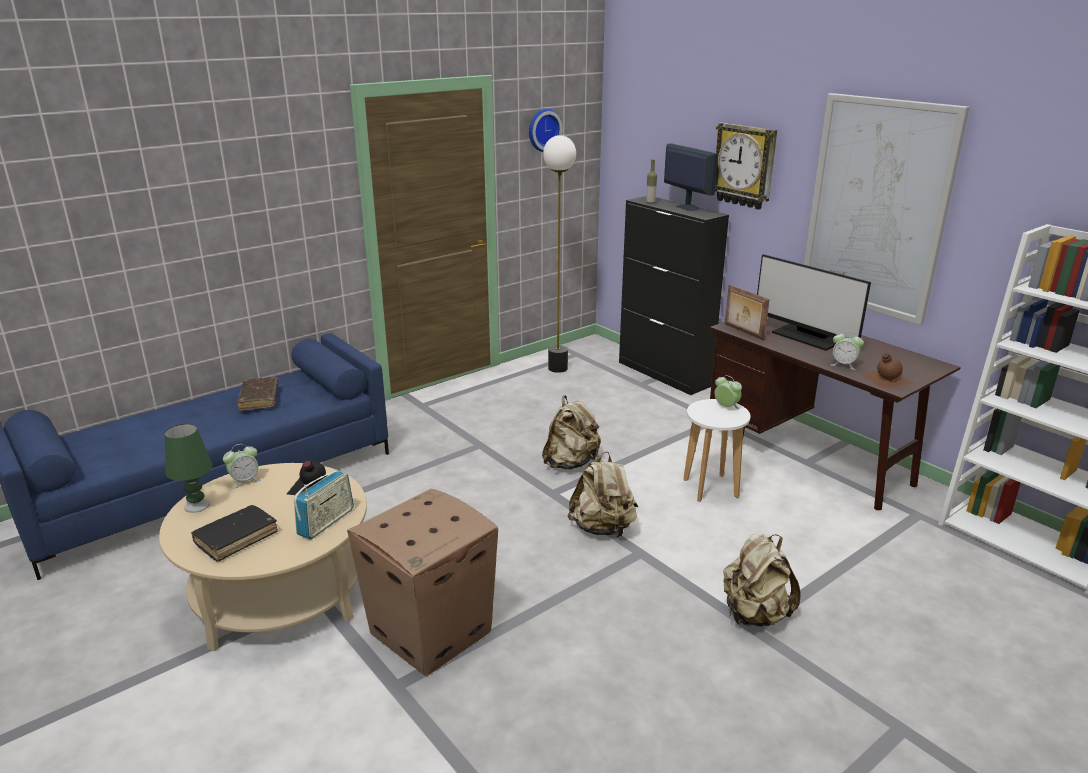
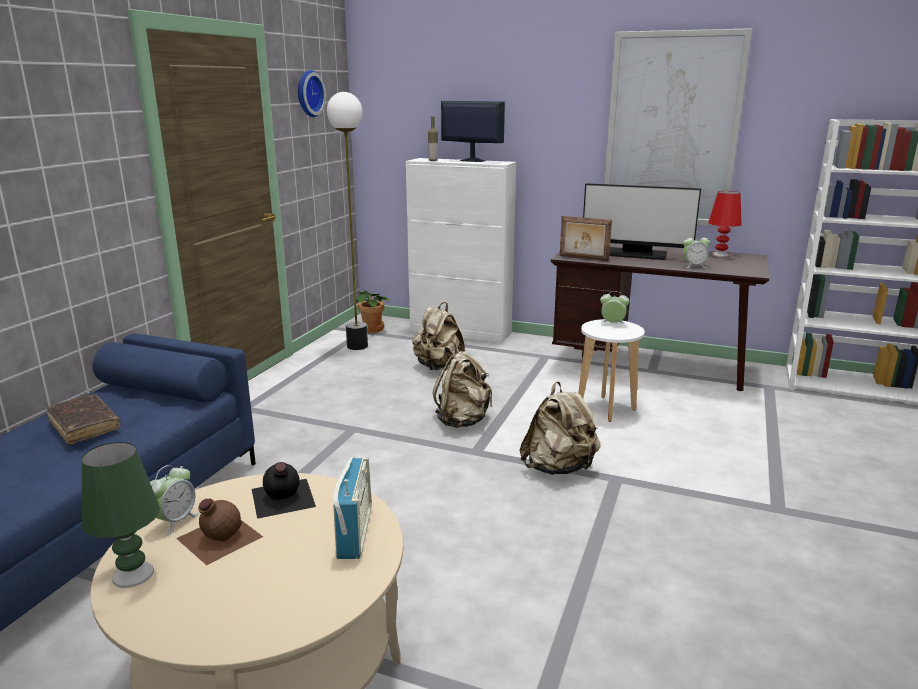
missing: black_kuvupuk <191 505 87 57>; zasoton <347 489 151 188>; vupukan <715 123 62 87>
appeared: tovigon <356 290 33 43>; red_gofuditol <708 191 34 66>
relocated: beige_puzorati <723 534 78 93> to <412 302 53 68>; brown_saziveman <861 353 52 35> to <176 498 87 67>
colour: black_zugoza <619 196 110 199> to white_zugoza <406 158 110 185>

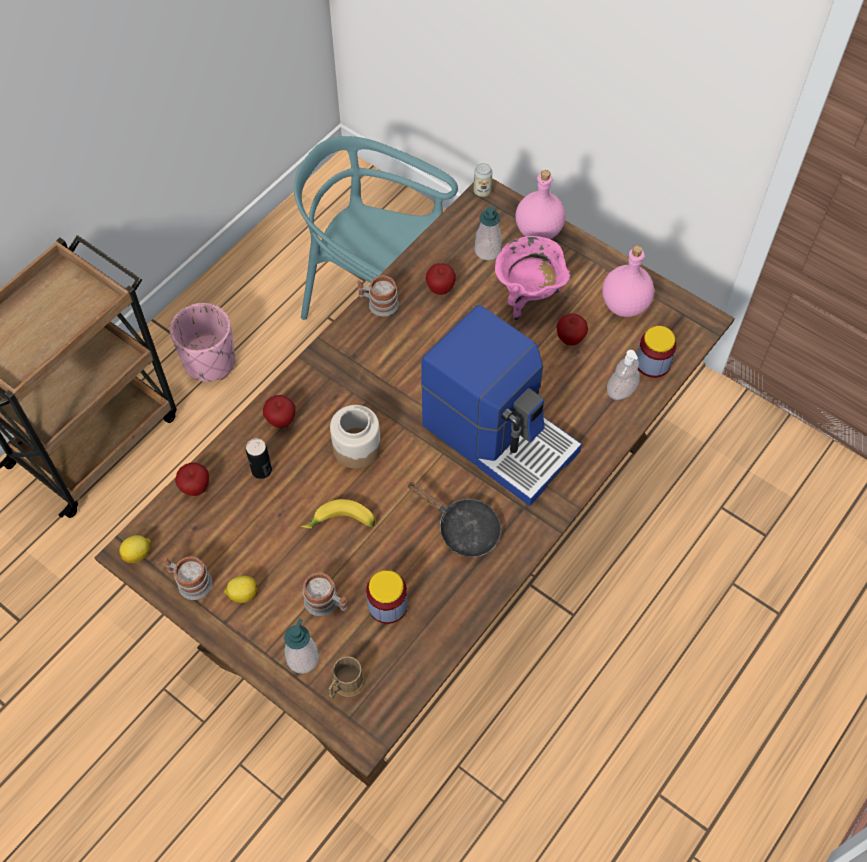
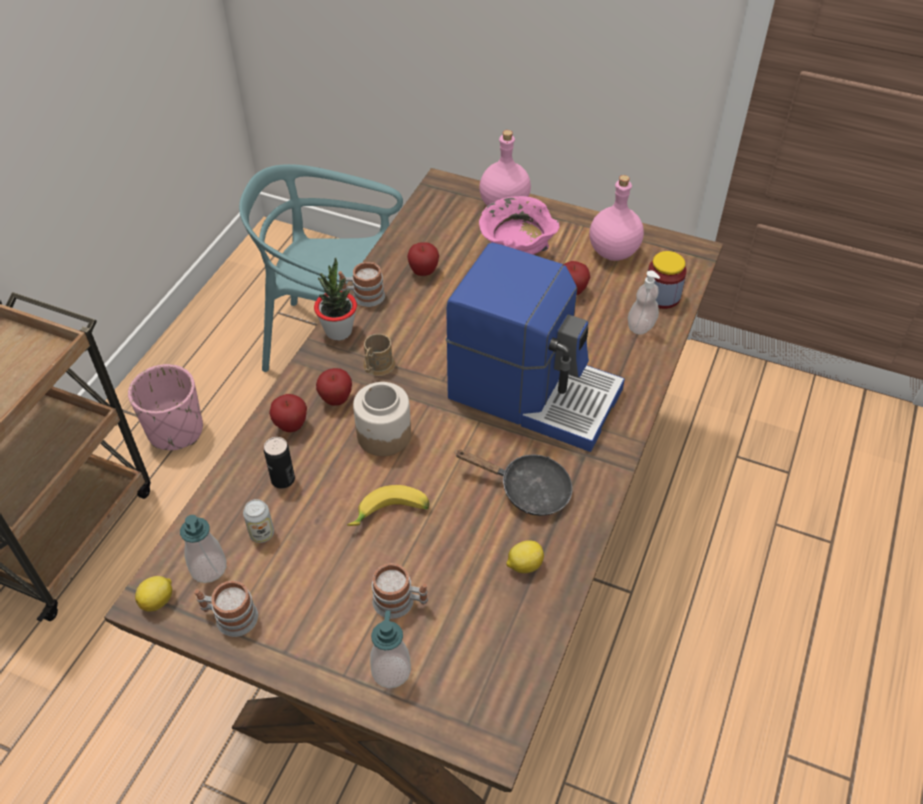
missing: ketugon <366 570 42 54>
appeared: tovigon <314 257 43 83>
relocated: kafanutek <175 462 34 34> to <316 368 36 38>; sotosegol <224 576 34 27> to <506 540 38 33>; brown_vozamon <329 656 37 43> to <363 334 33 42>; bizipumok <474 163 18 34> to <243 499 31 44>; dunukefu <475 206 27 54> to <180 515 46 68>

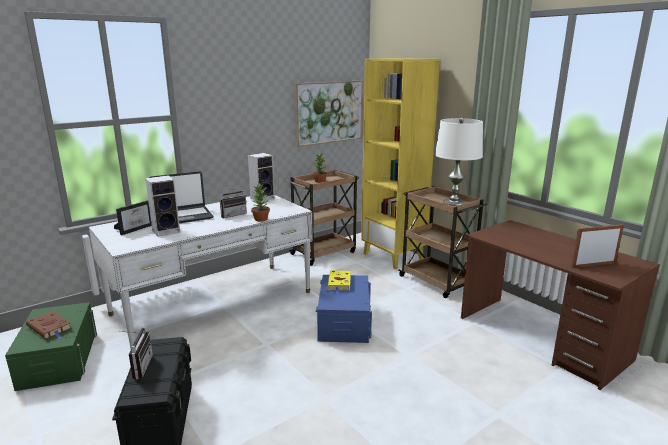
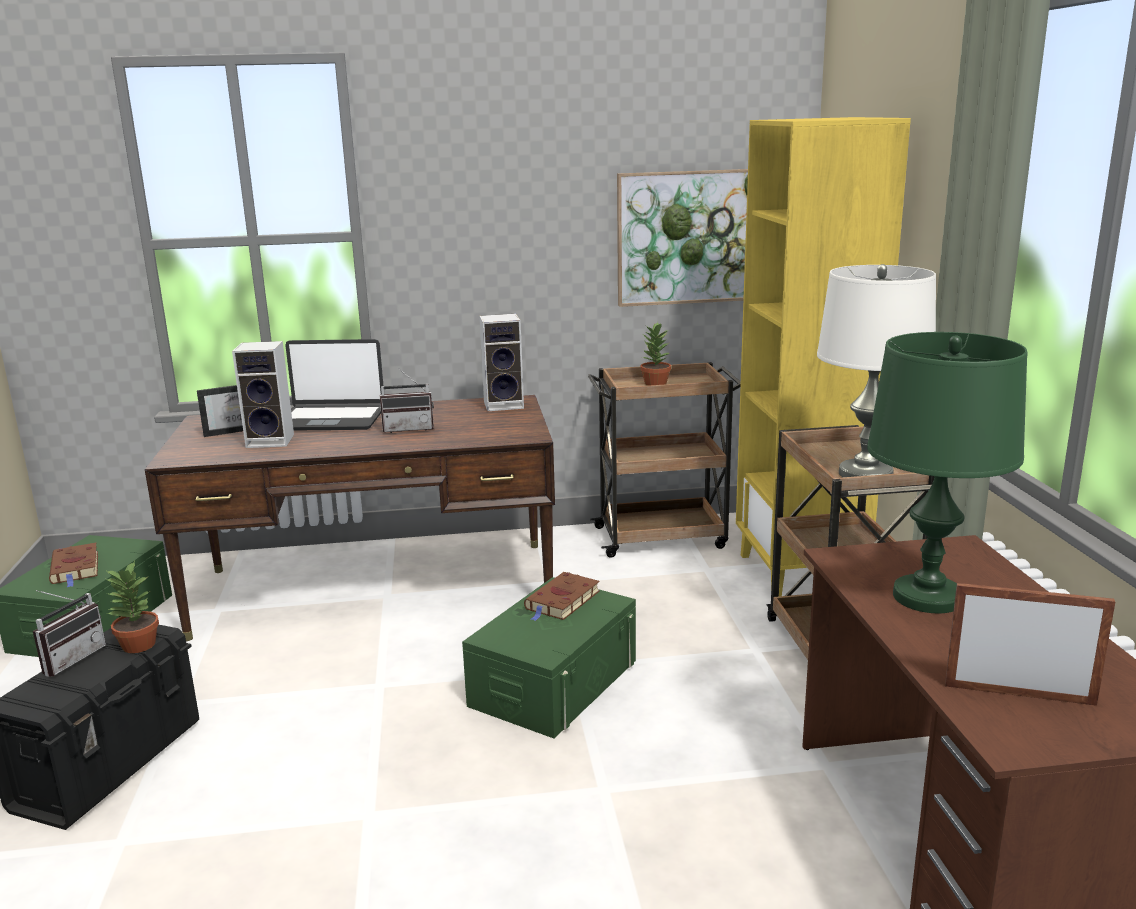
appeared: green_gofuditol <867 332 160 281>
relocated: tovigon <251 184 19 37> to <105 561 54 92>
colour: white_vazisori <89 195 224 154> to brown_vazisori <145 395 410 246>; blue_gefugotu <316 275 56 68> to green_gefugotu <462 577 174 161>; yellow_kuvupuk <328 270 23 24> to brown_kuvupuk <524 572 76 49>

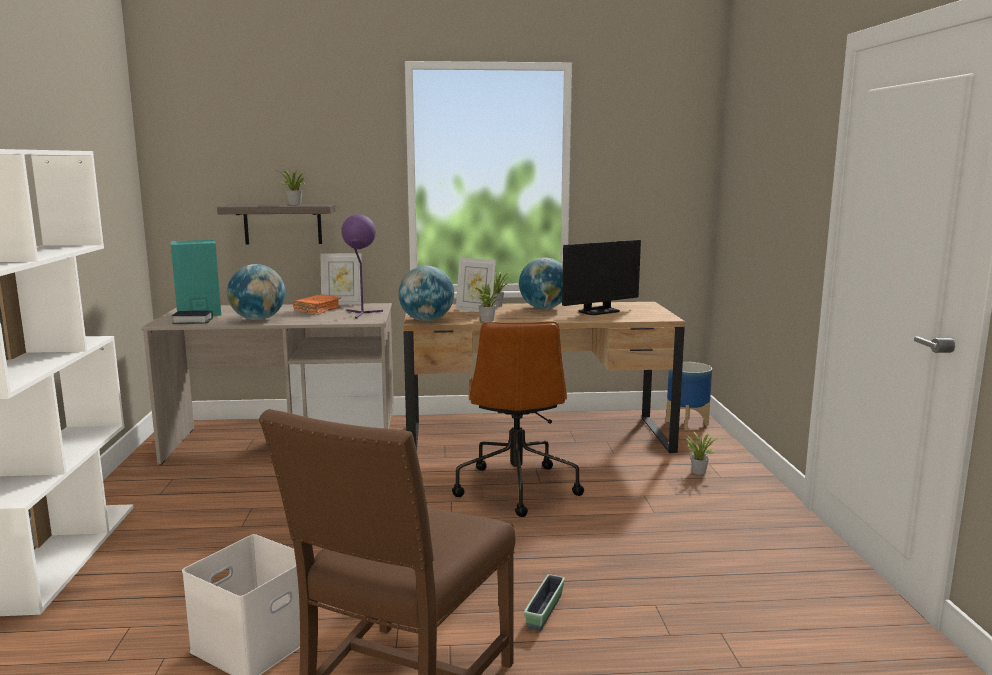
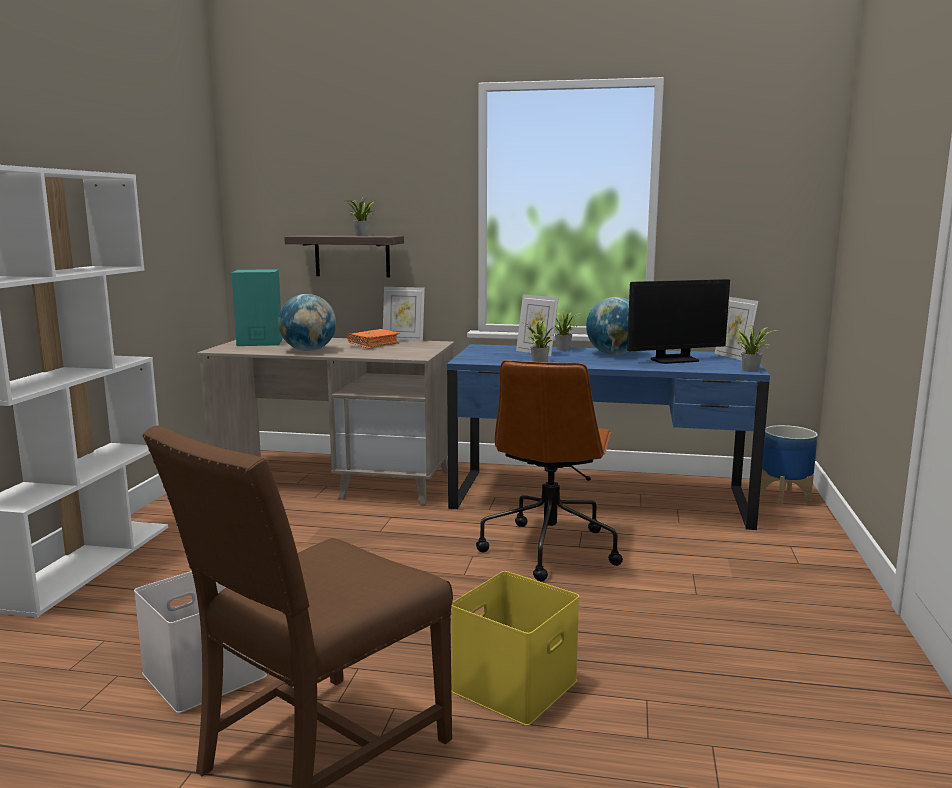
missing: kuvupuk <172 311 41 13>; purple_gofuditol <341 214 42 105>; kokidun <398 266 56 55>
appeared: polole <714 297 45 64>
relocated: tovigon <686 432 36 43> to <737 325 35 47>
exchanged: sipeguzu <524 574 41 57> to yellow_gefugotu <451 571 129 155>
colour: brown_vazisori <403 302 282 151> to blue_vazisori <447 344 323 186>

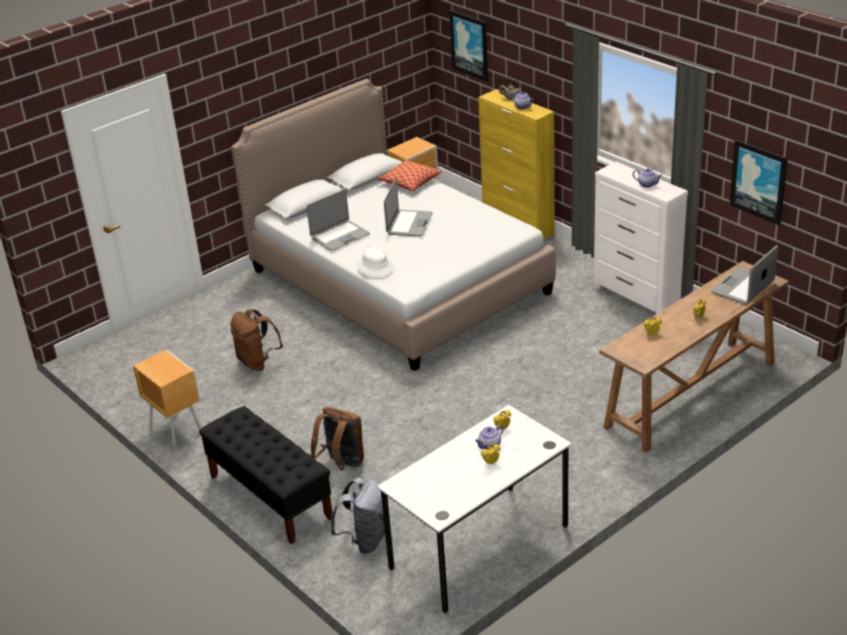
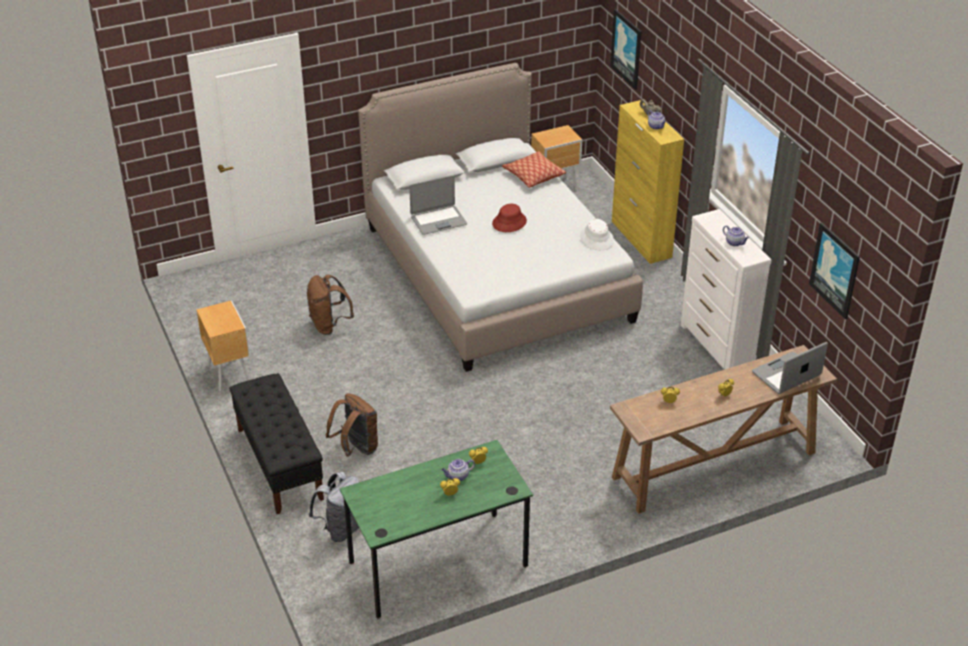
relocated: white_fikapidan <357 247 37 31> to <580 219 34 31>
exchanged: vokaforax <384 179 49 57> to red_fikapidan <492 204 35 28>
colour: white_vazisori <377 405 195 208> to green_vazisori <340 440 193 178>

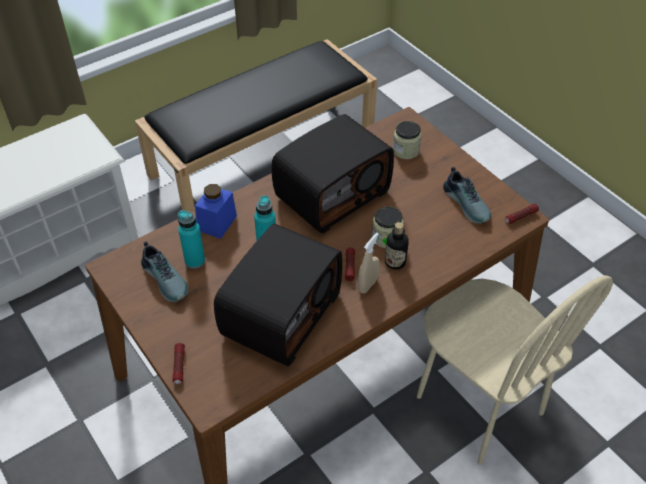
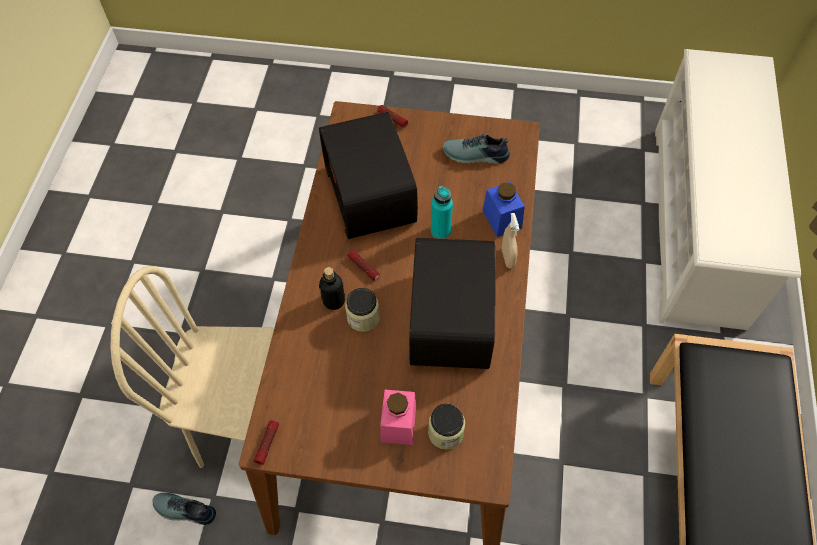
missing: turquoise_saziveman <178 210 27 59>
appeared: pink_ketugon <380 390 36 55>
relocated: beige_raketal <358 233 22 60> to <502 213 17 55>; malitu <443 167 48 57> to <152 493 64 32>

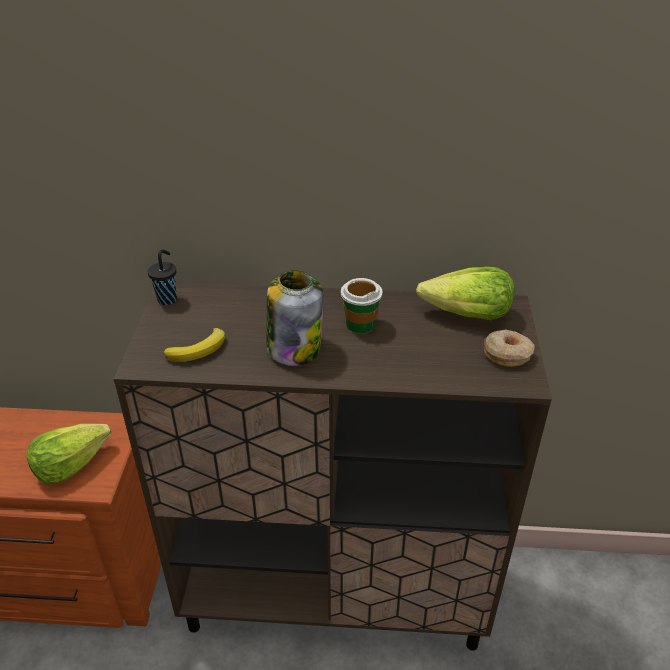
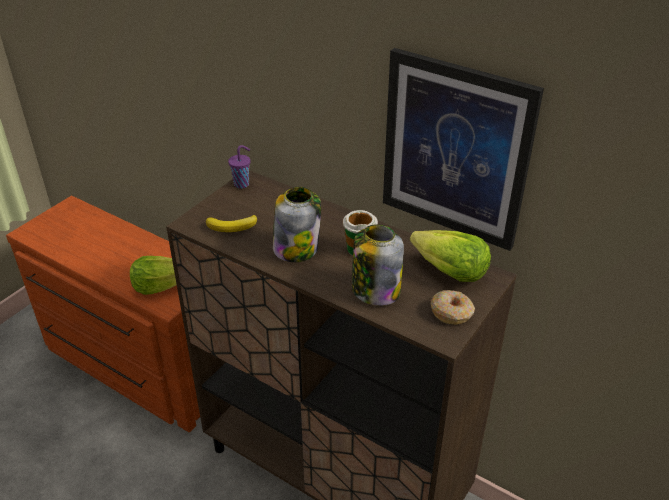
appeared: ketugon <352 224 52 82>; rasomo <383 48 161 203>
colour: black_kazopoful <148 249 29 56> to purple_kazopoful <228 145 22 43>

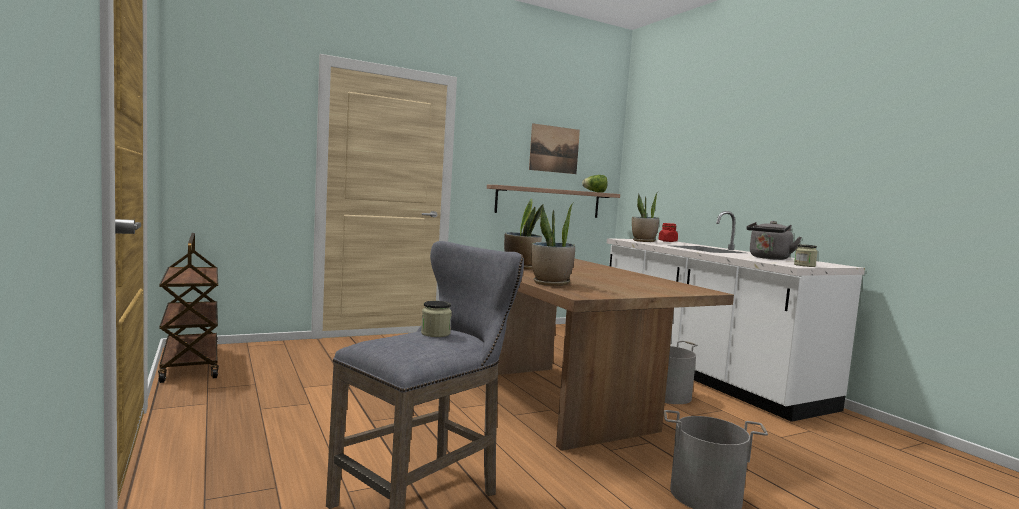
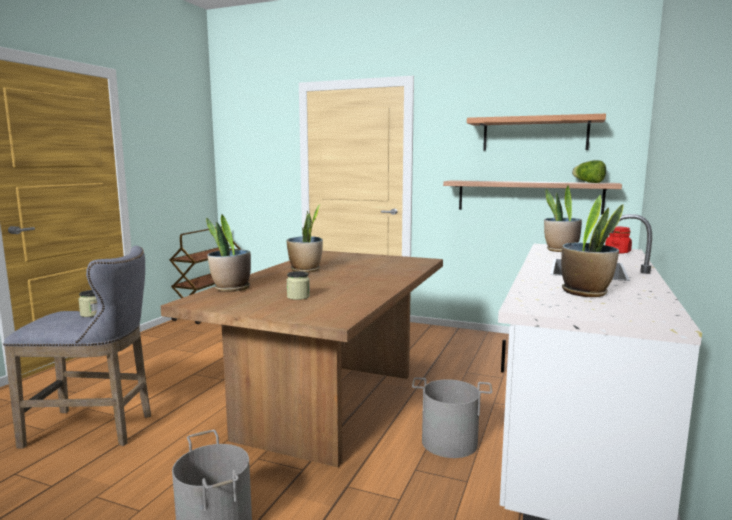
relocated: ketugon <794 244 24 23> to <286 271 24 29>
exchanged: rasomo <529 123 51 51> to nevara <467 114 139 37>; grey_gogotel <746 221 56 39> to tovigon <561 195 63 102>

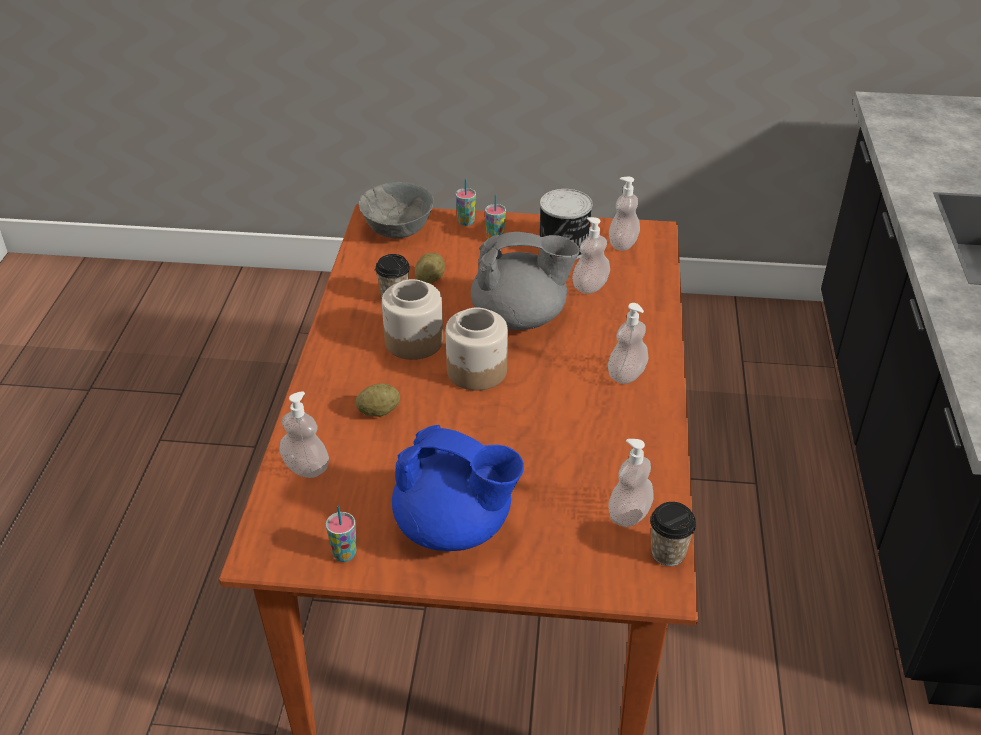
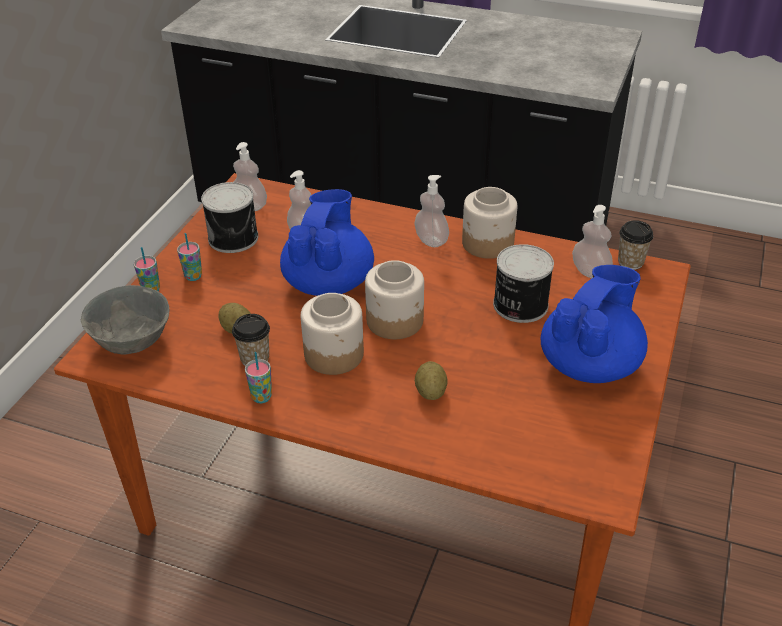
missing: dunukefu <280 391 49 87>
appeared: ketugon <462 187 55 72>; bizipumok <493 244 61 79>
relocated: kazopoful <326 506 30 56> to <245 352 27 51>
colour: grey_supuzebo <471 232 108 98> to blue_supuzebo <280 189 94 107>

